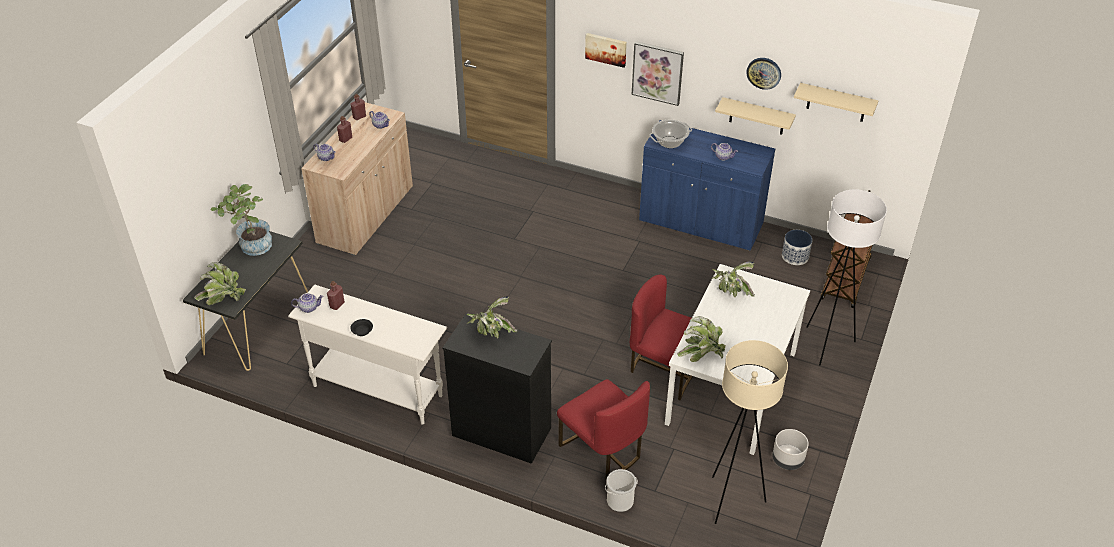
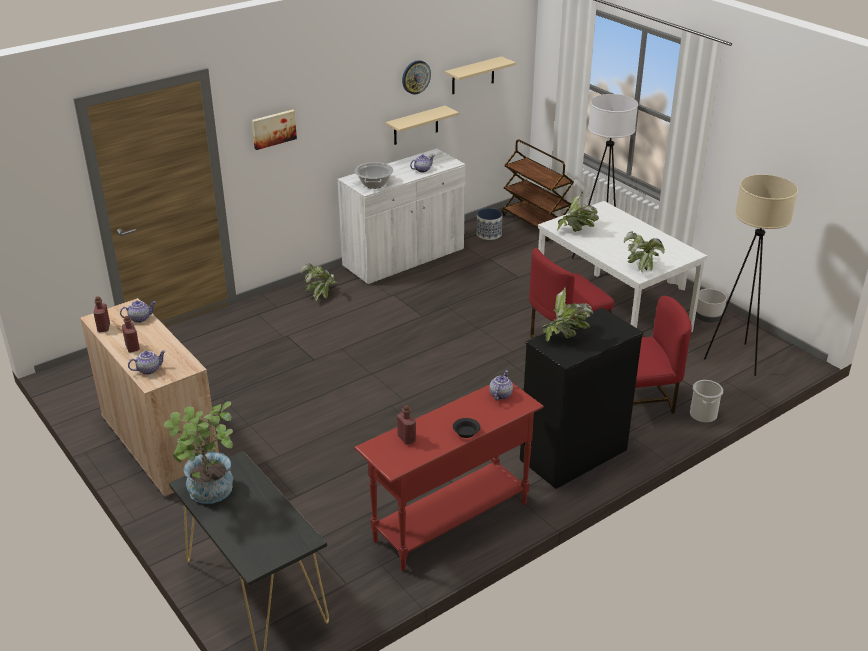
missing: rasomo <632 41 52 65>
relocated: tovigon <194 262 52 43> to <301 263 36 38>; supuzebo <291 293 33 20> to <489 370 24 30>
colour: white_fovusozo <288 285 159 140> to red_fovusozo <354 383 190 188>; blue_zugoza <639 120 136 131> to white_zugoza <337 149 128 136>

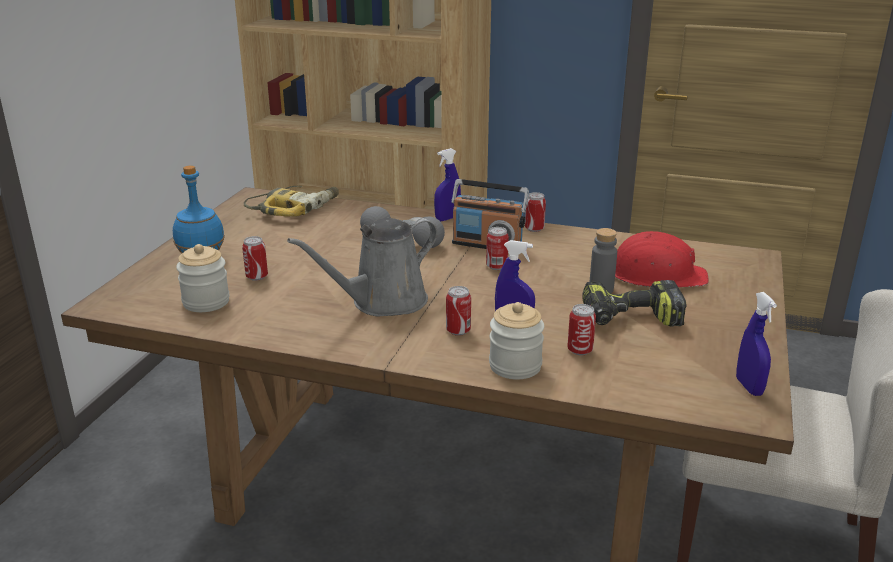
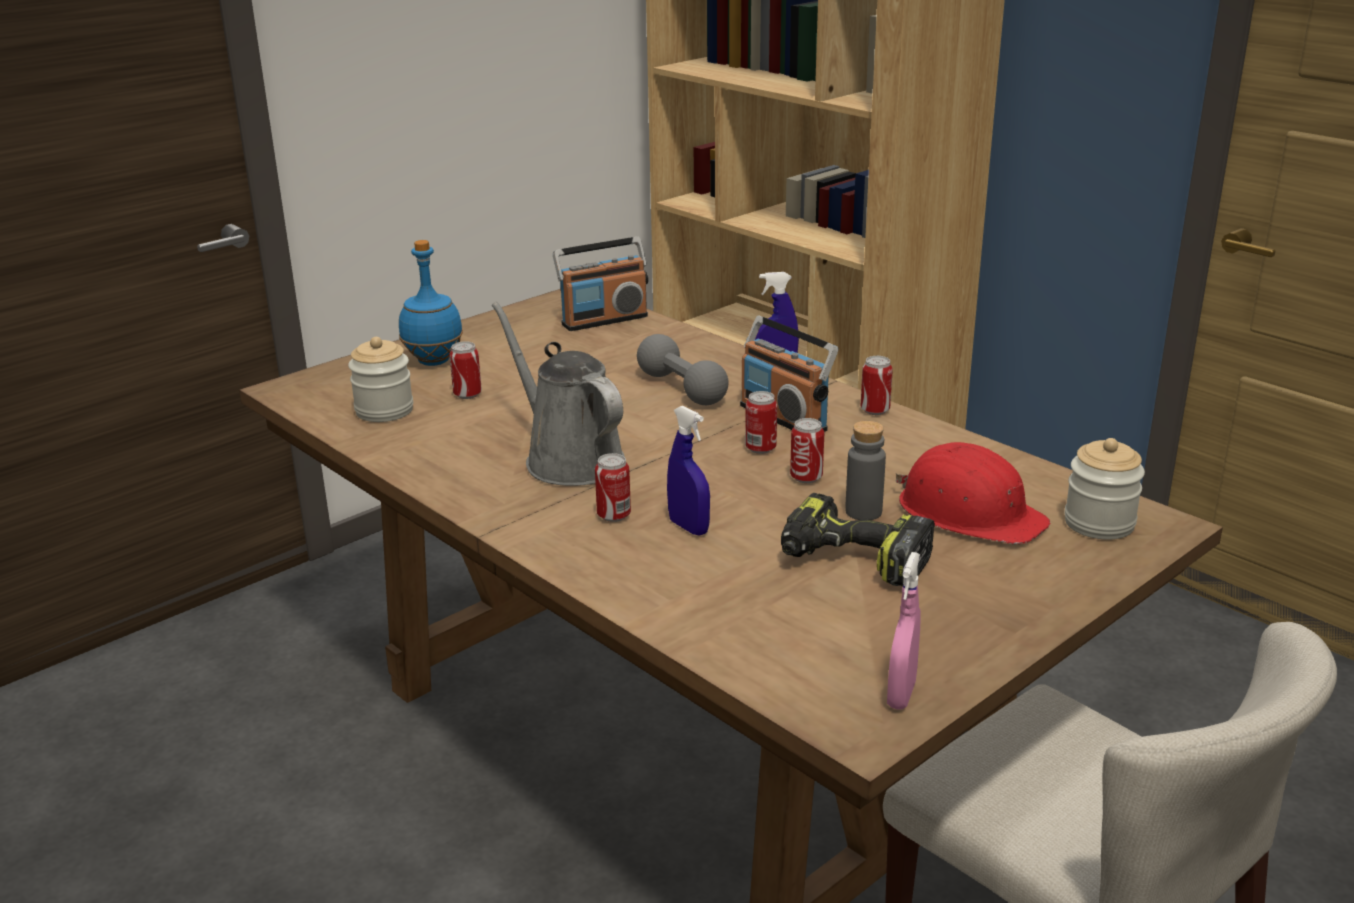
relocated: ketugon <489 302 55 78> to <1064 438 81 102>; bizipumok <567 304 29 51> to <790 418 34 65>
exchanged: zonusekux <244 186 95 31> to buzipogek <553 237 95 94>
colour: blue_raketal <736 292 41 104> to pink_raketal <887 552 34 157>
spun: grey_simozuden <287 217 151 100> = <492 302 133 184> 60 degrees clockwise

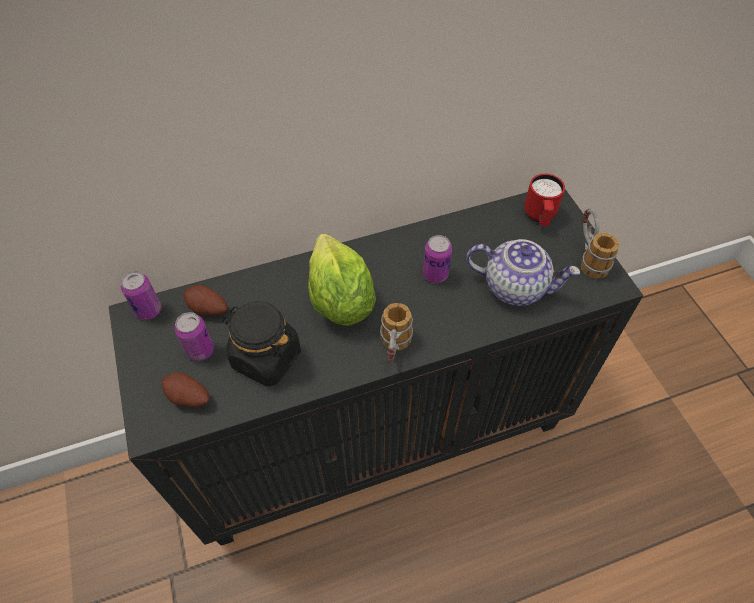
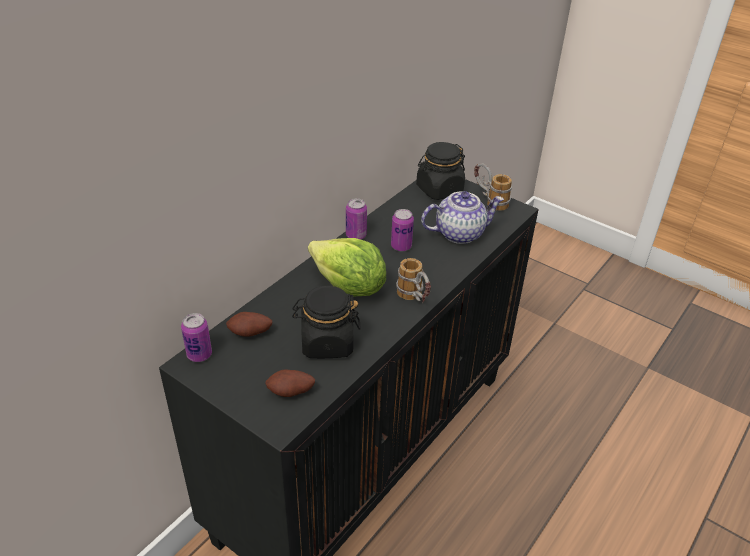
relocated: bizipumok <175 312 39 49> to <346 198 21 42>
exchanged: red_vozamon <524 174 41 52> to black_ketugon <416 142 49 58>

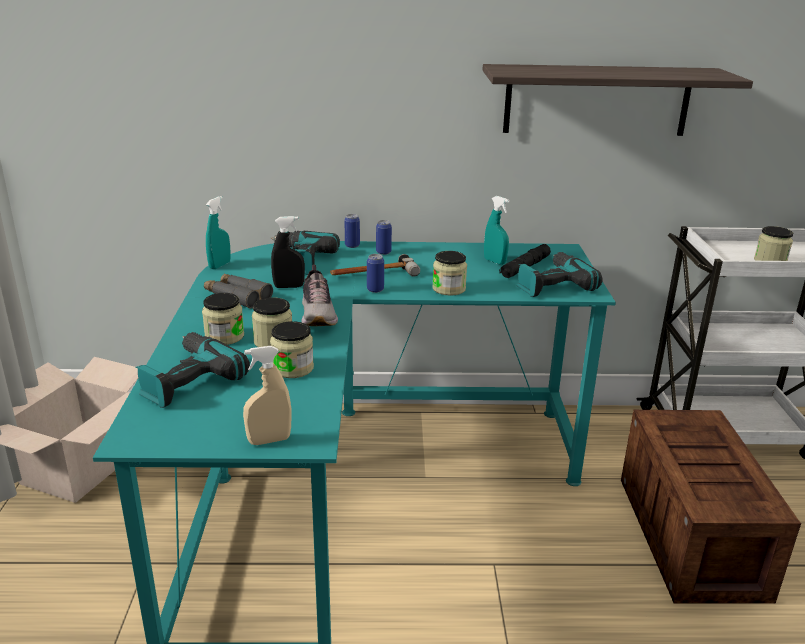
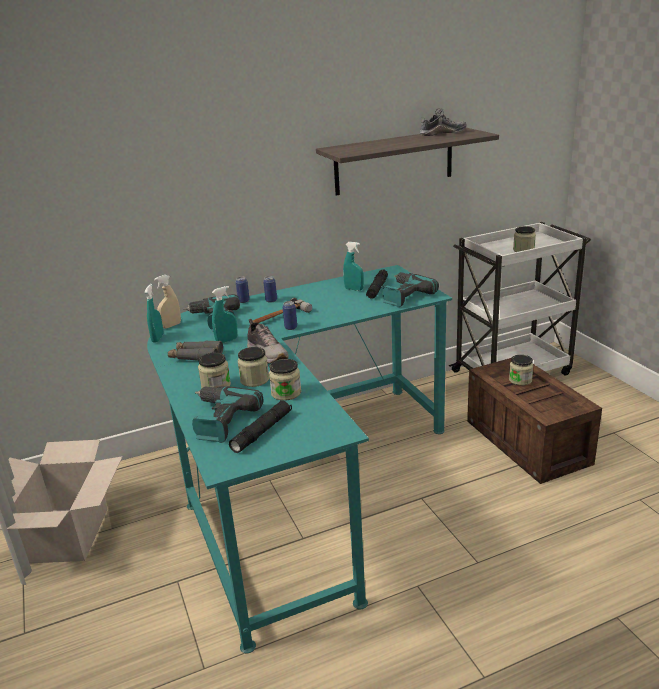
appeared: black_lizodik <229 401 63 52>; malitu <420 108 47 28>
relocated: beige_raketal <243 346 49 99> to <154 275 27 54>; ketugon <432 251 35 45> to <509 355 24 31>
colour: black_raketal <271 216 34 72> to turquoise_raketal <212 286 26 57>

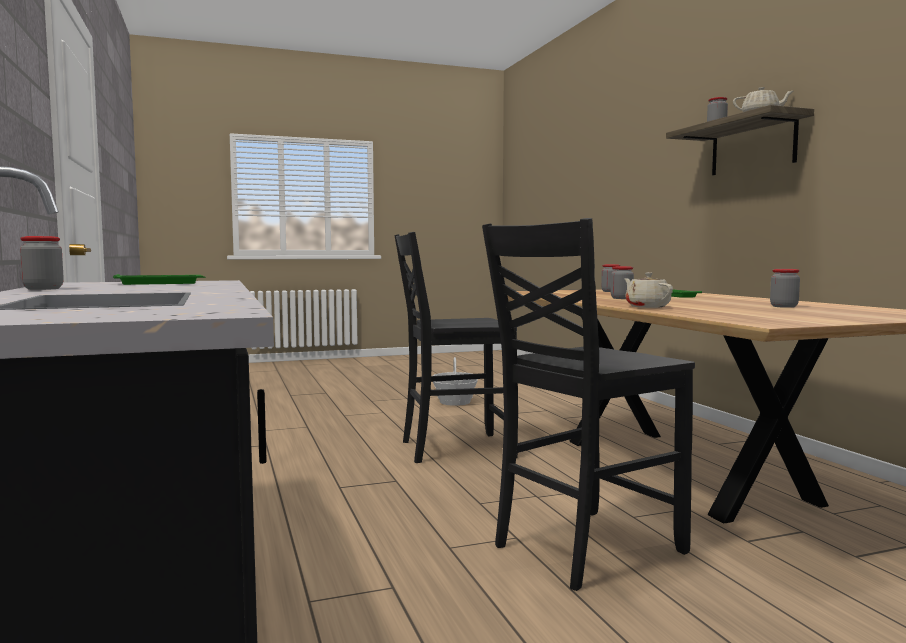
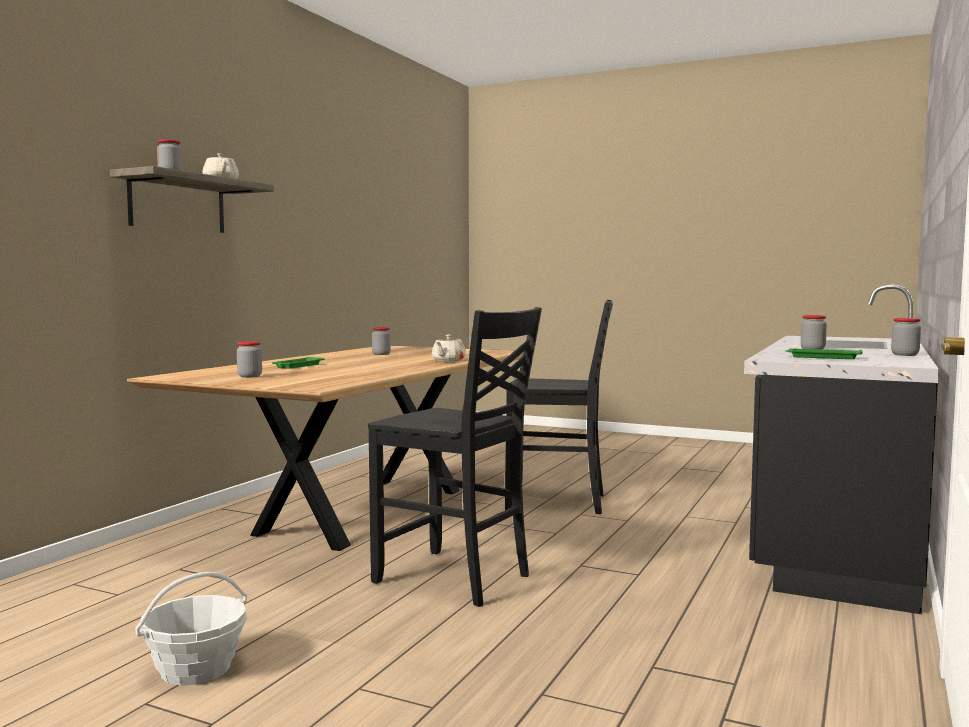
relocated: ketugon <611 266 23 33> to <801 315 26 34>

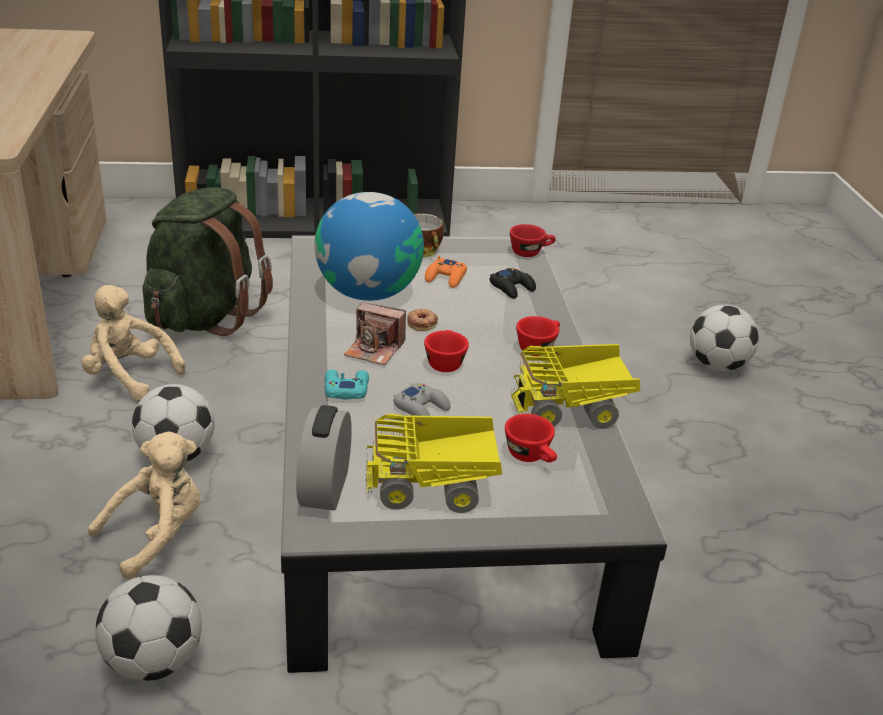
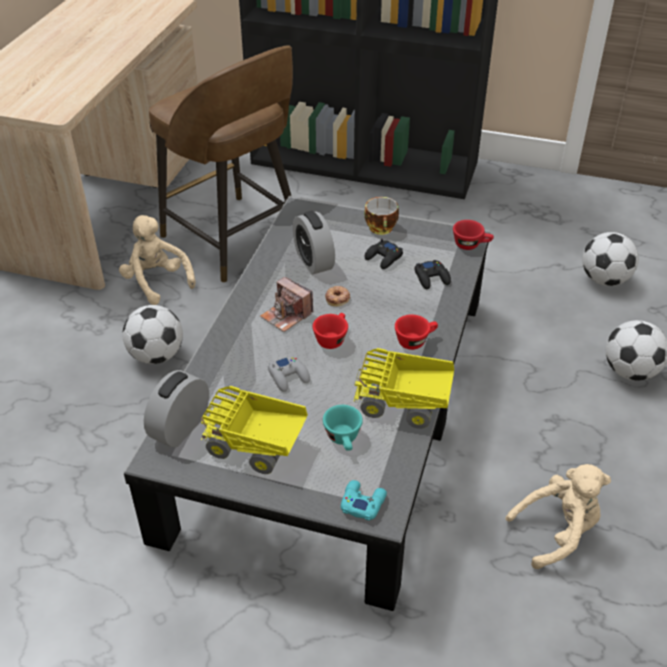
relocated: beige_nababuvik <88 431 113 148> to <505 464 106 105>; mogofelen <95 575 107 106> to <582 232 57 54>; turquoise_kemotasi <325 369 44 31> to <341 480 46 41>
exchanged: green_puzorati <142 187 131 149> to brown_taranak <149 45 144 238>; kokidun <314 192 110 109> to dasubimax <293 211 42 64>
colour: orange_kemotasi <425 256 42 32> to black_kemotasi <365 239 38 30>; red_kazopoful <505 414 52 48> to turquoise_kazopoful <323 405 40 46>

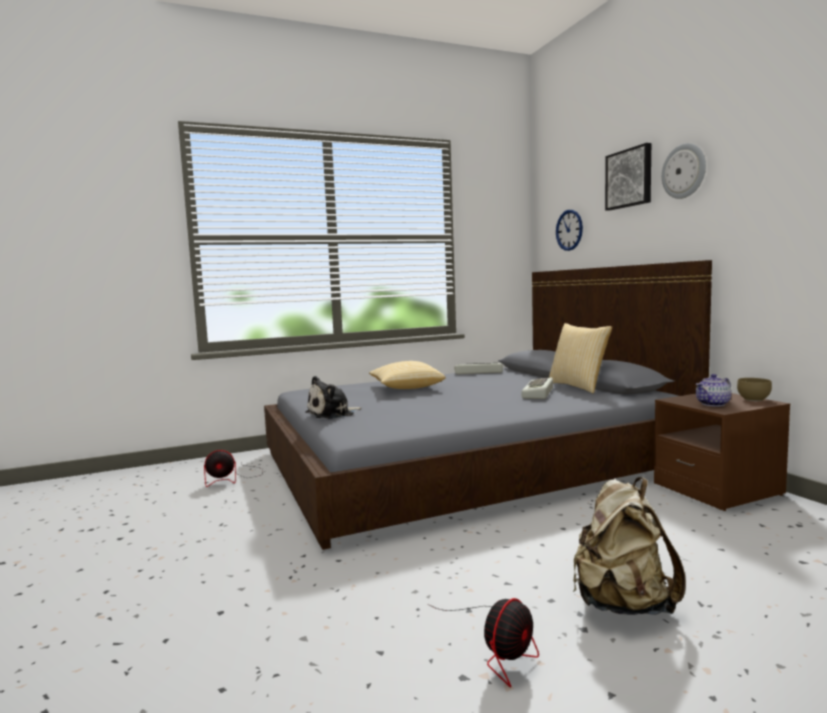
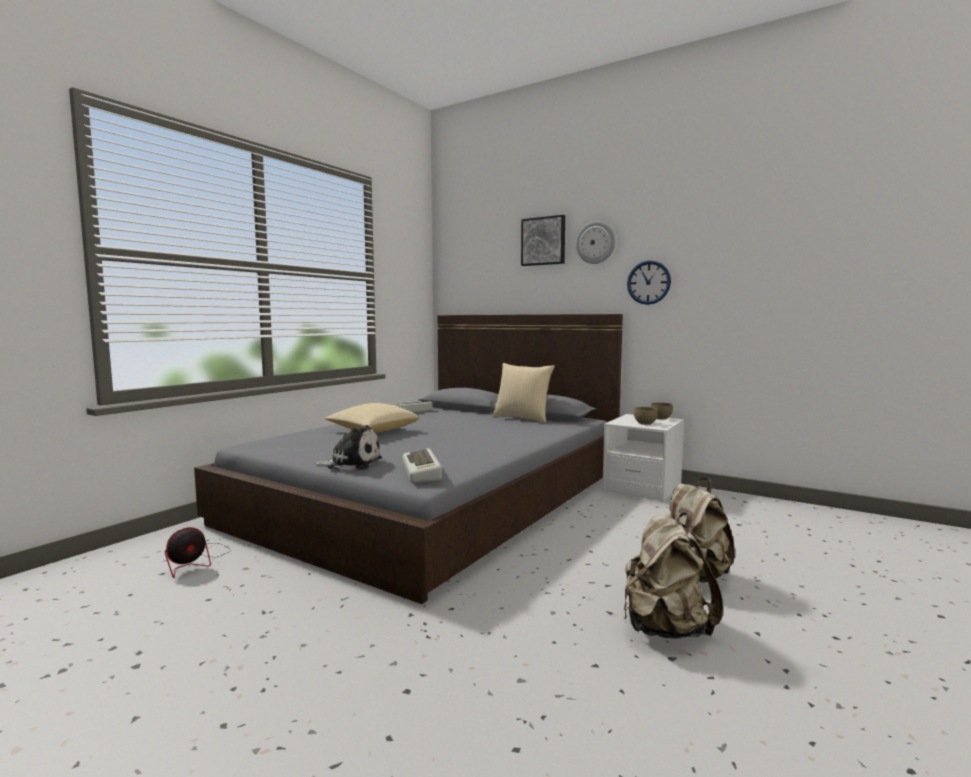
relocated: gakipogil <521 377 32 22> to <402 448 40 35>; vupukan <556 210 27 41> to <627 260 44 45>
exchanged: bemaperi <427 598 112 90> to beige_puzorati <624 513 99 126>; supuzebo <696 374 36 33> to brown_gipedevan <634 407 24 18>
colour: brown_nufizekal <654 393 136 118> to white_nufizekal <602 414 82 88>
spun: nababuvik <306 376 56 43> = <314 425 68 46> 105 degrees counterclockwise

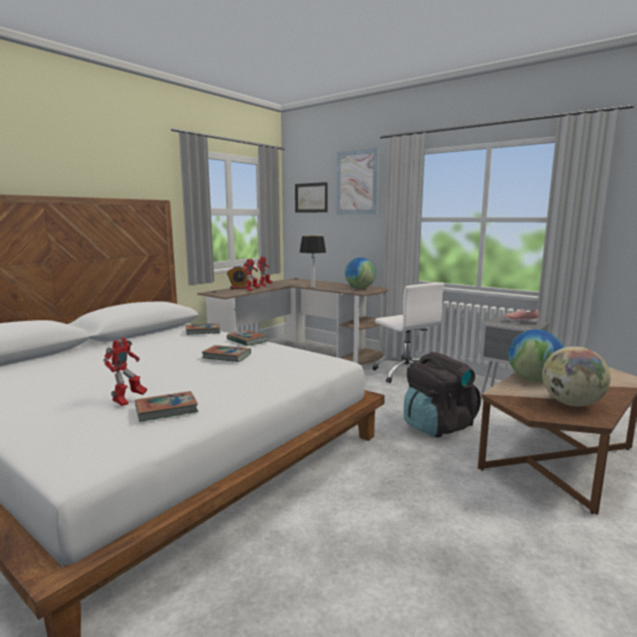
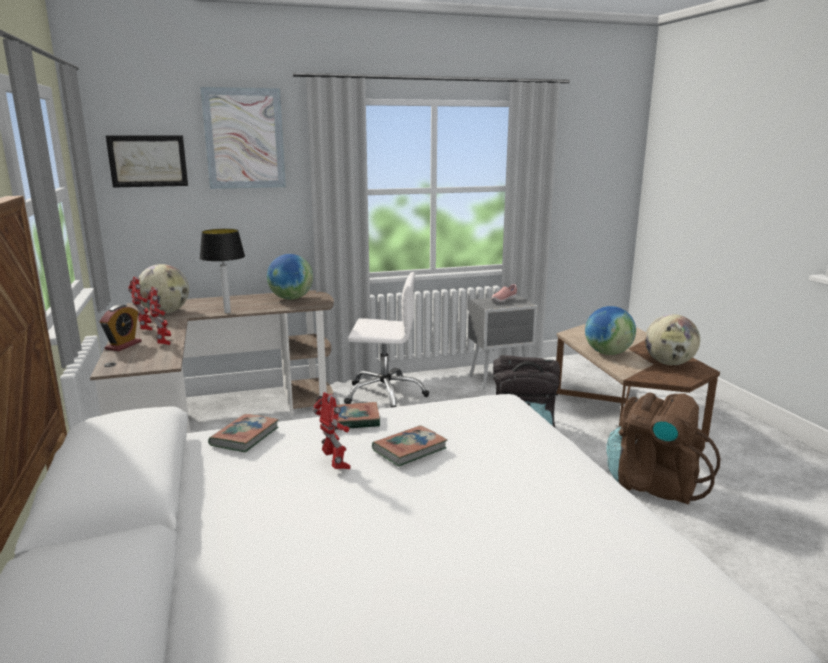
missing: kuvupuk <135 391 64 31>
appeared: kokidun <138 264 51 50>; brown_puzorati <606 393 115 112>
relocated: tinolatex <103 337 44 69> to <313 392 38 77>

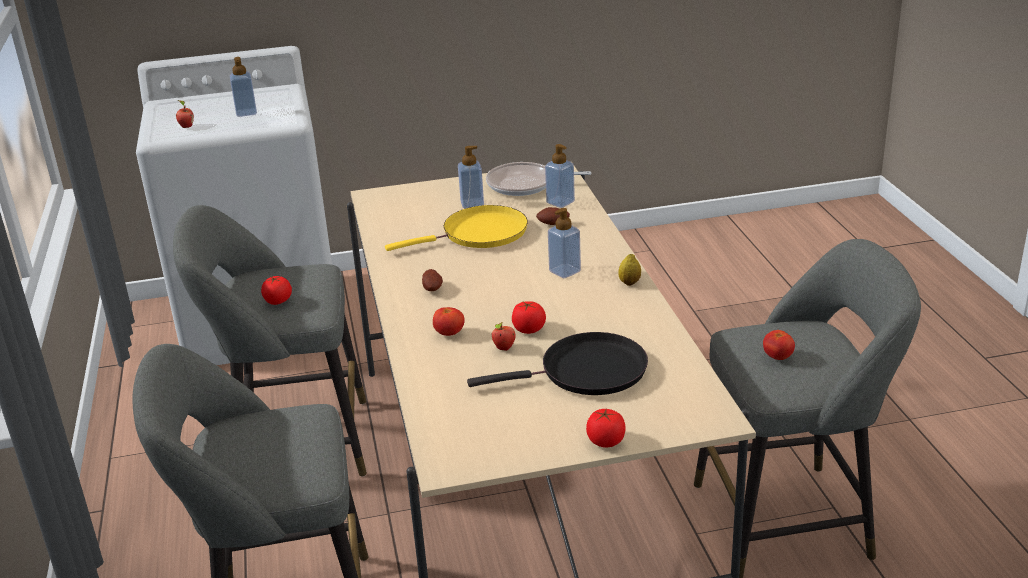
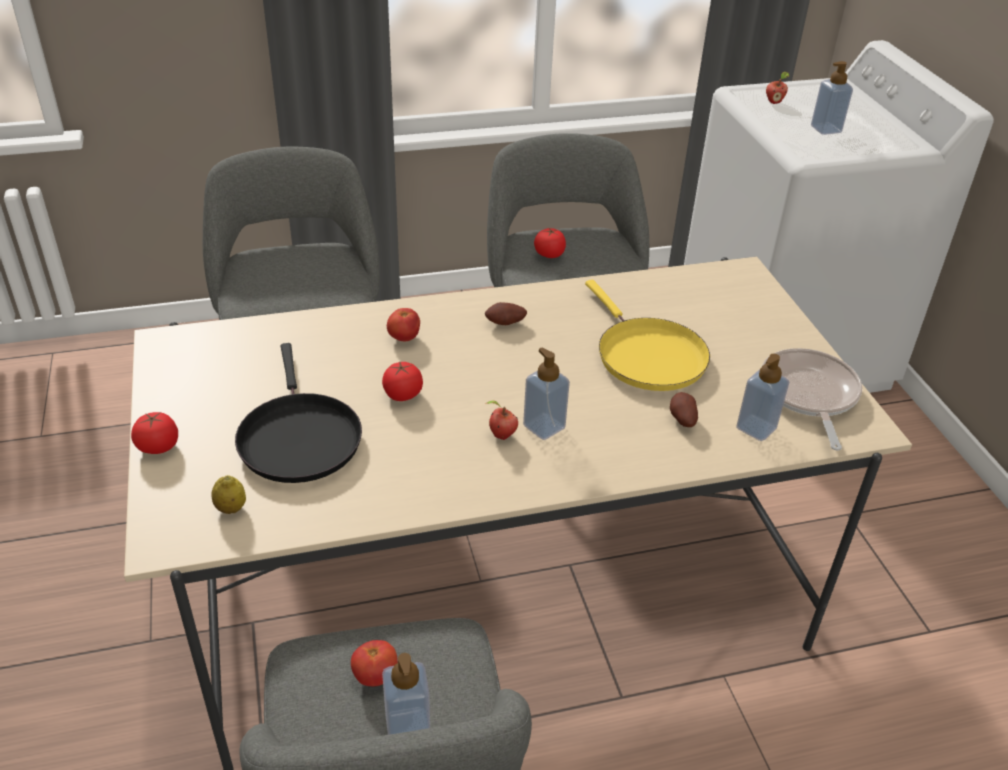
relocated: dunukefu <458 146 26 63> to <382 653 48 82>; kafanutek <491 322 25 29> to <486 401 32 39>; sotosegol <618 254 23 32> to <211 475 35 39>

